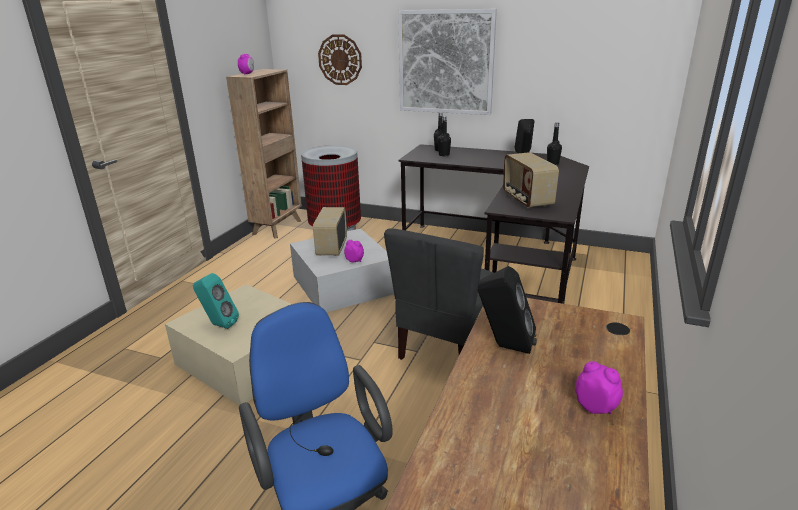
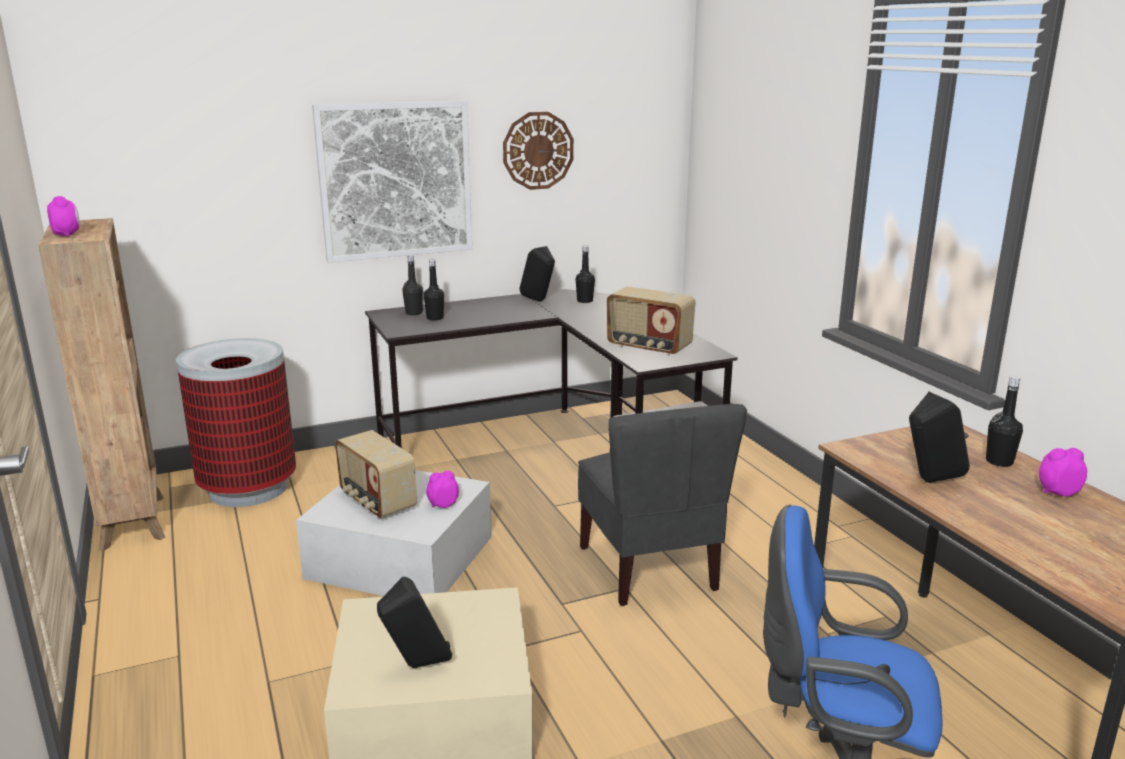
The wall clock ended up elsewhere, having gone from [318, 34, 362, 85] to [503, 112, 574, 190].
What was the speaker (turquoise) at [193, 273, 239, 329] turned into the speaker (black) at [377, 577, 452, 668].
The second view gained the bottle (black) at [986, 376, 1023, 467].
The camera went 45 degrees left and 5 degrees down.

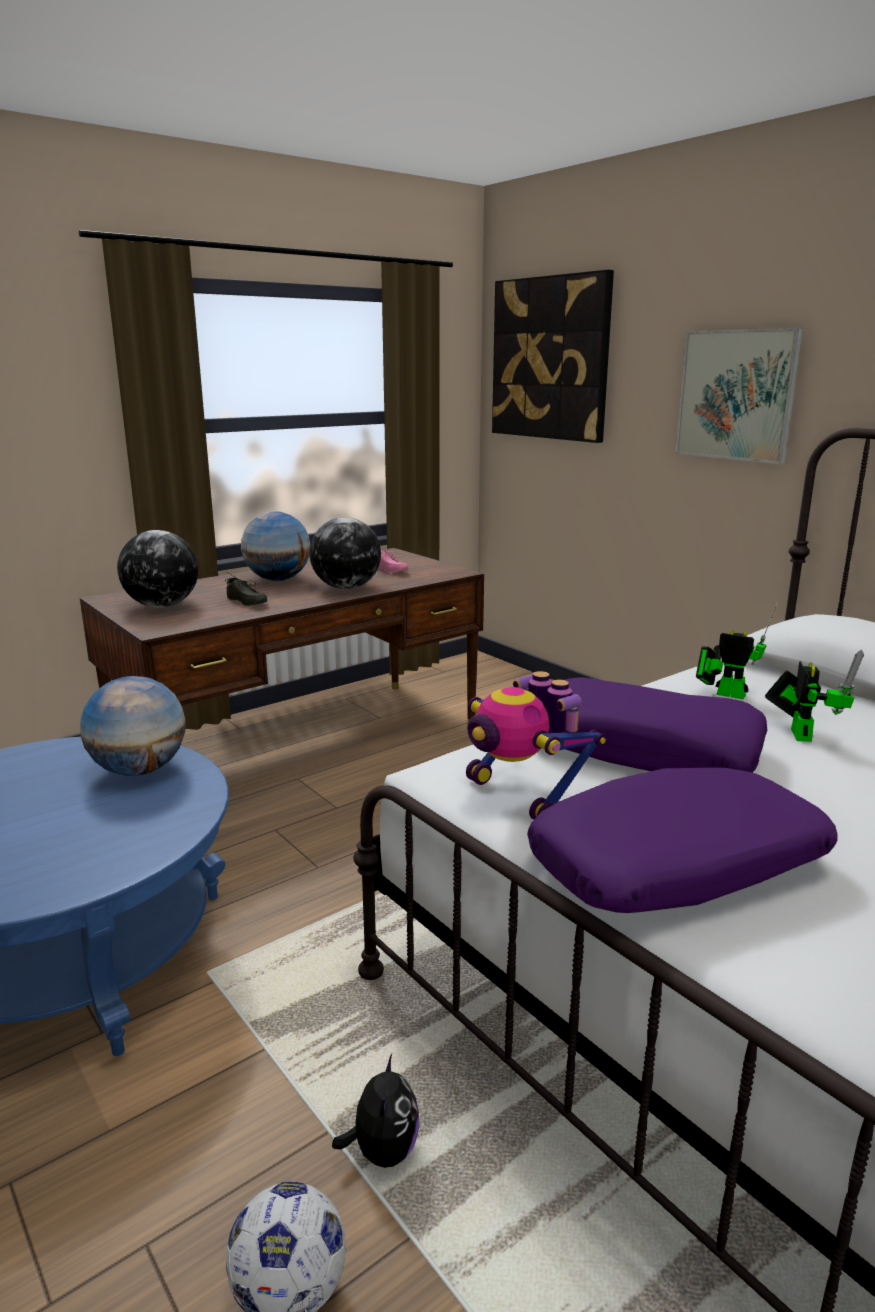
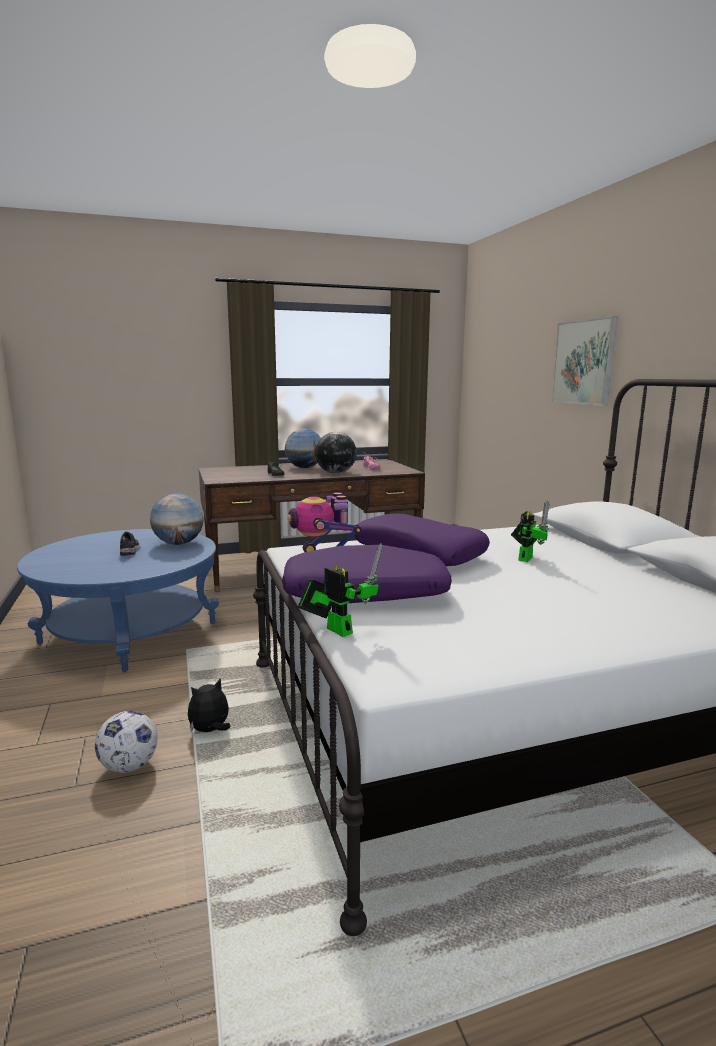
The second view lost the picture at [492, 270, 614, 443].
The second view lost the globe at [117, 530, 198, 607].
The toy robot ended up elsewhere, having gone from [696, 603, 778, 699] to [298, 543, 382, 637].
The plush toy at [332, 1054, 420, 1168] ended up facing another way, 150 degrees counterclockwise from before.
The second view gained the shoe at [120, 532, 140, 556].
The camera went 20 degrees right and 5 degrees down.

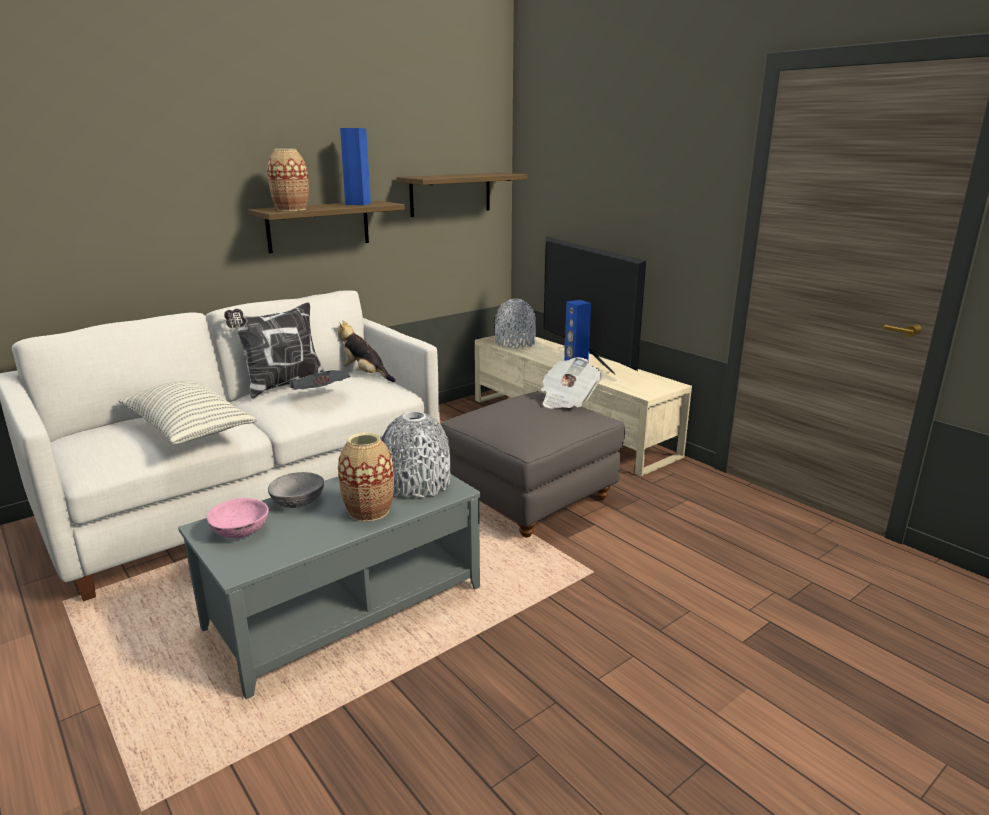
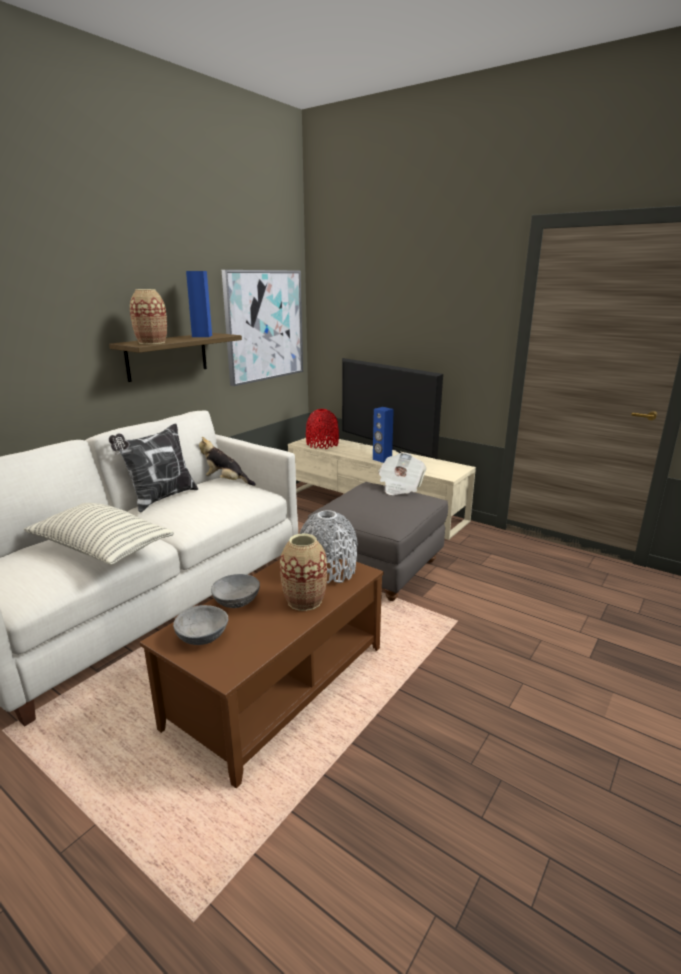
Where the shelf hung at [396, 173, 528, 217], the picture came to hang at [222, 270, 303, 386].
What was the vase (grey) at [495, 299, 536, 349] turned into the vase (red) at [306, 409, 339, 449].
The second view lost the newspaper at [289, 370, 350, 390].
What was the coffee table (grey) at [178, 464, 481, 699] turned into the coffee table (brown) at [140, 558, 383, 788].
What was the bowl (pink) at [206, 498, 269, 538] turned into the bowl (grey) at [173, 605, 228, 645].
The camera went 15 degrees left and 0 degrees up.

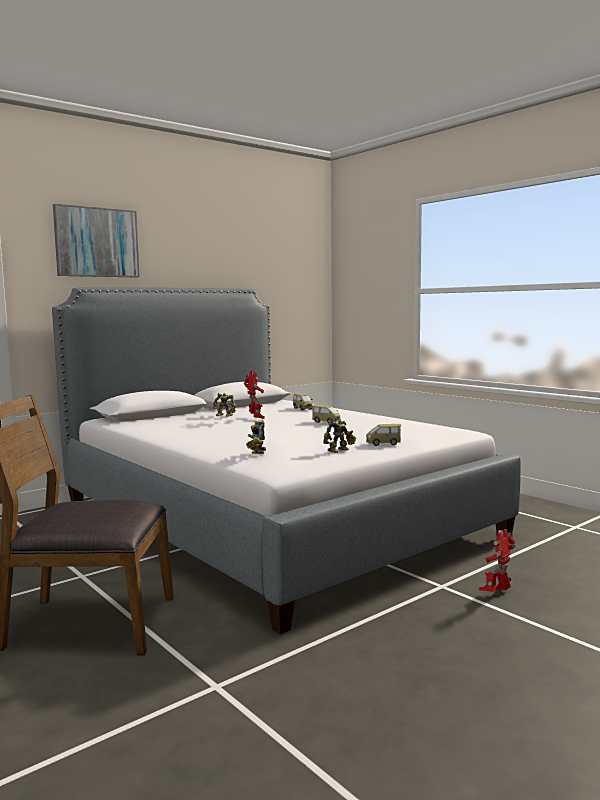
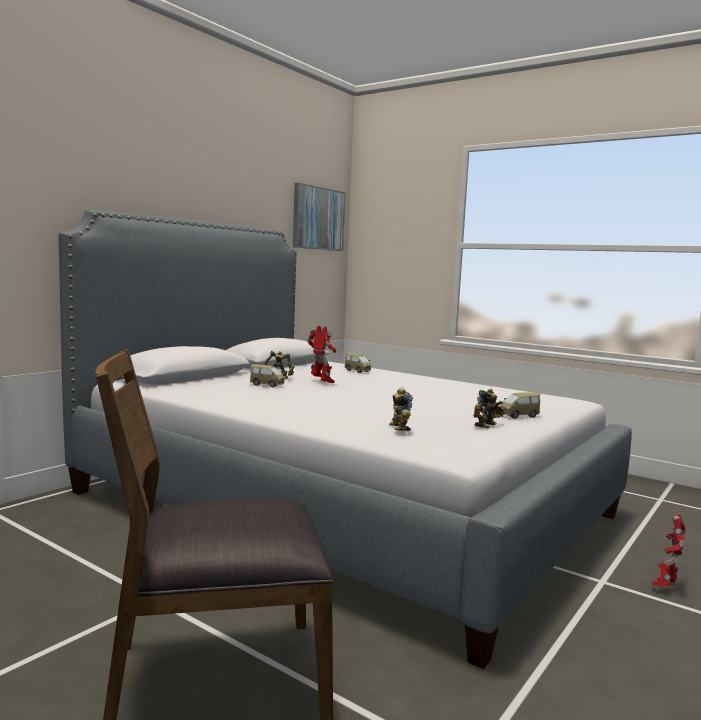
The picture ended up elsewhere, having gone from [53, 204, 140, 278] to [293, 183, 345, 251].
The toy car ended up elsewhere, having gone from [312, 405, 341, 423] to [250, 364, 285, 387].
The camera went 15 degrees left and 0 degrees up.

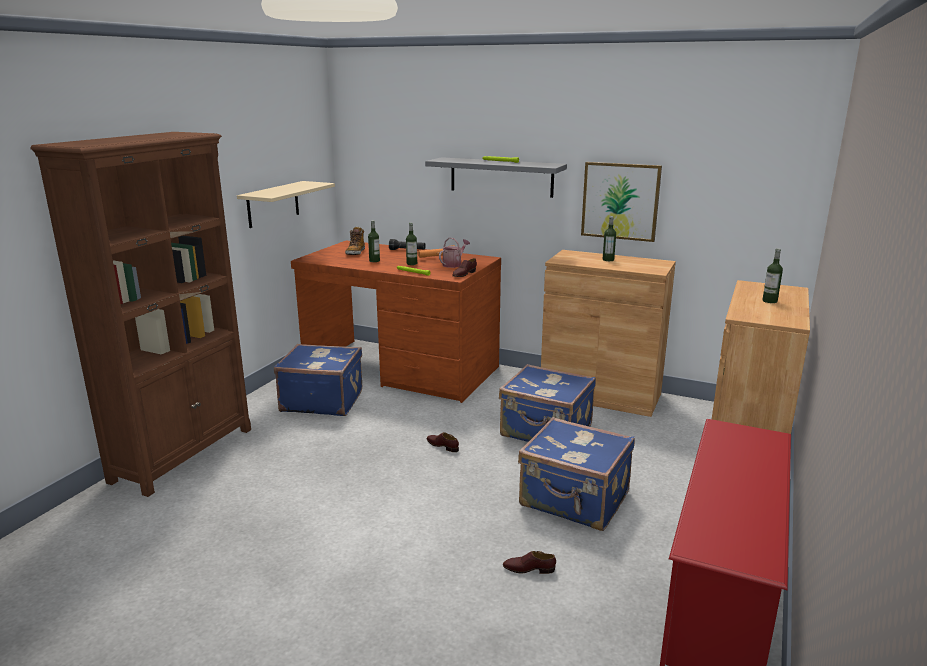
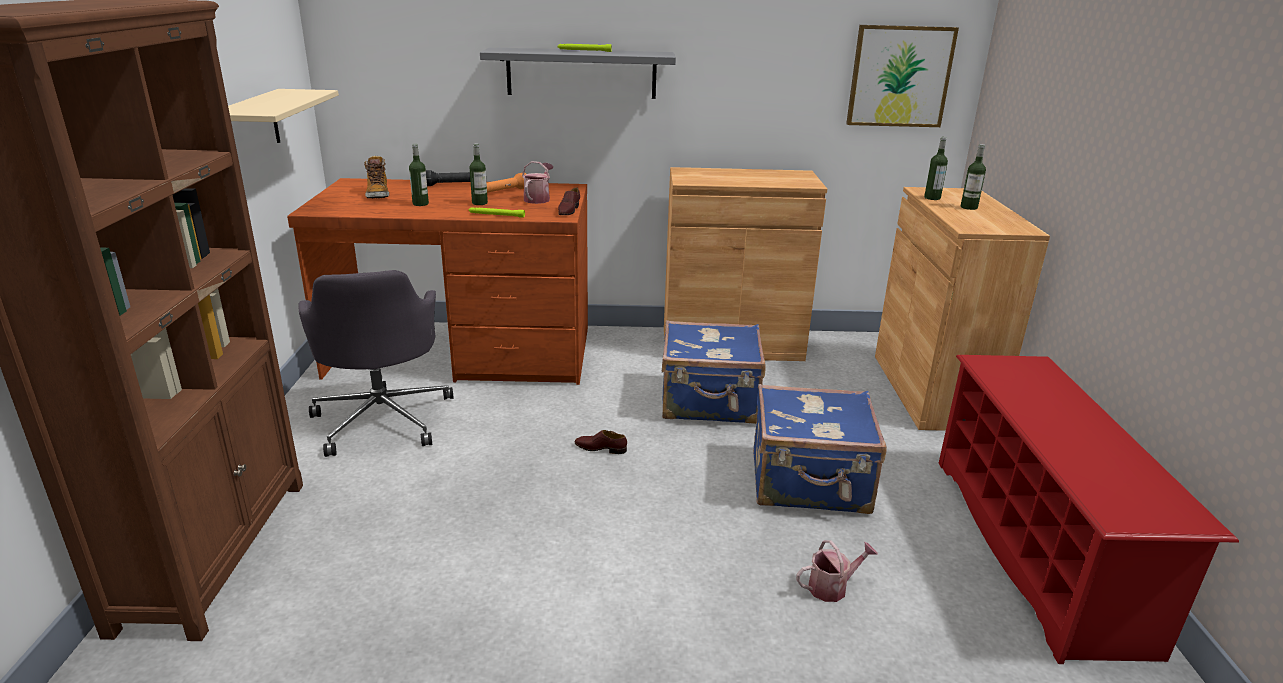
The picture ended up elsewhere, having gone from [581, 162, 662, 242] to [846, 25, 959, 127].
The bottle ended up elsewhere, having gone from [603, 216, 616, 261] to [924, 137, 948, 200].
Where the suitcase (blue) stood at [274, 344, 362, 416], the office chair (grey) came to stand at [298, 270, 453, 457].
Where the shoe (brown) stood at [503, 551, 556, 574], the watering can came to stand at [796, 540, 878, 602].
The camera went 25 degrees left and 5 degrees up.

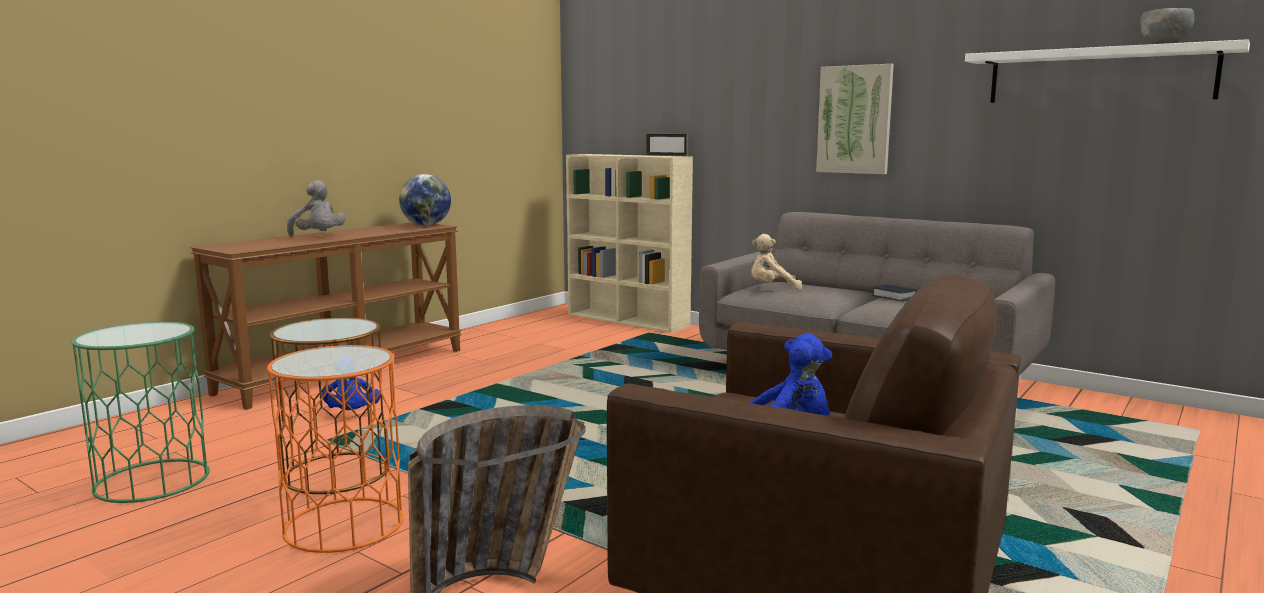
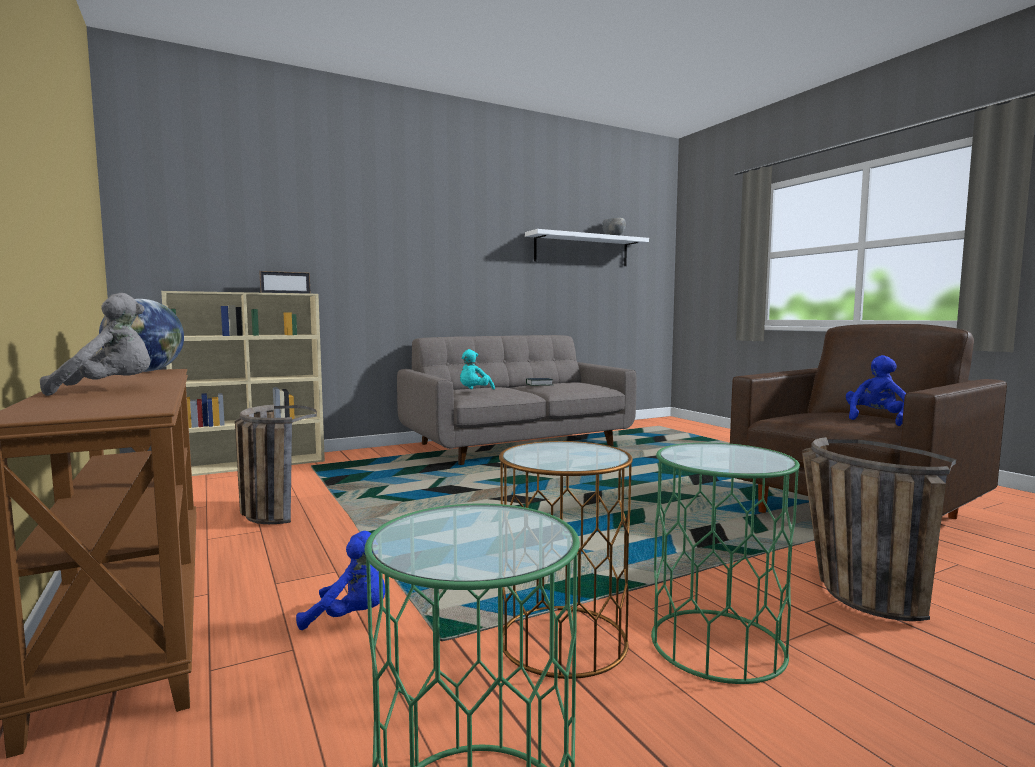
The second view lost the picture at [816, 64, 894, 174].
What was the plush toy (beige) at [751, 234, 802, 290] turned into the plush toy (turquoise) at [460, 349, 495, 389].
What was the side table (orange) at [267, 345, 404, 553] turned into the side table (green) at [651, 443, 800, 684].
The second view gained the basket at [235, 405, 317, 524].
The camera went 65 degrees left and 5 degrees down.

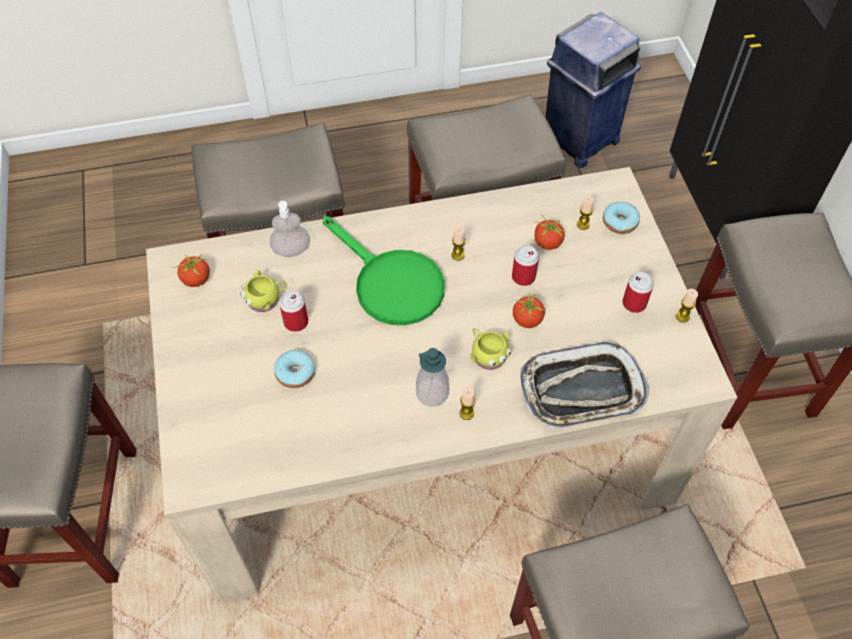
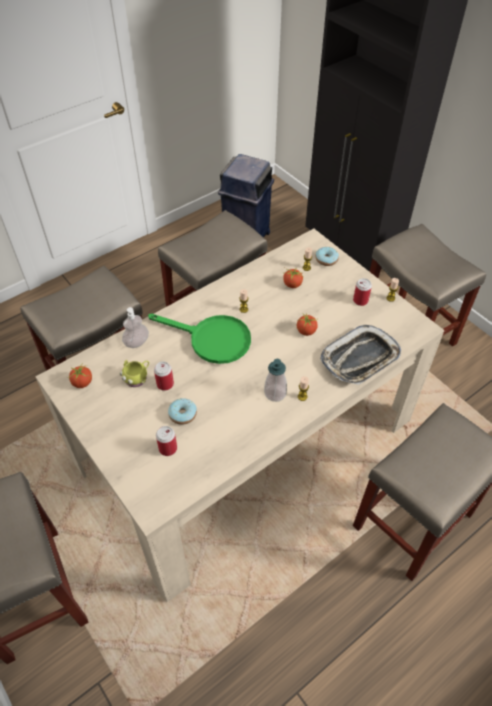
The can ended up elsewhere, having gone from [512, 245, 539, 286] to [156, 426, 177, 456].
The second view lost the mug (yellow) at [471, 328, 511, 370].
The camera went 25 degrees left and 5 degrees down.

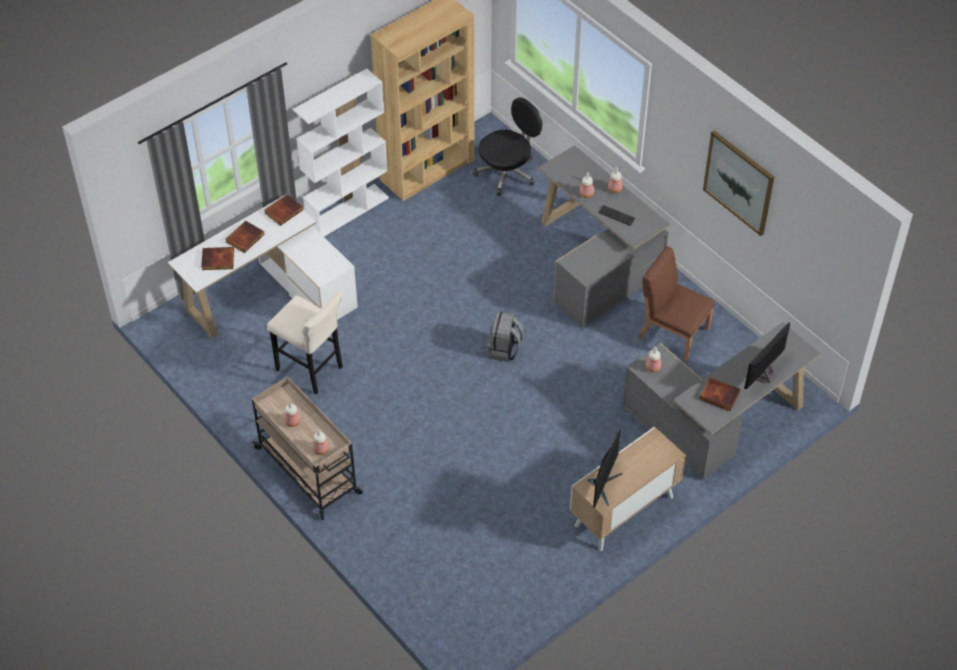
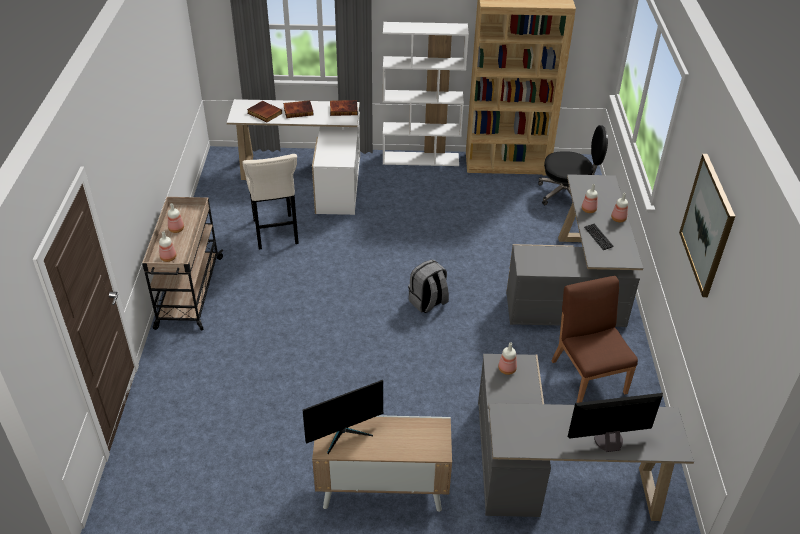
The second view lost the book at [700, 377, 741, 411].
The camera went 40 degrees right and 10 degrees down.

